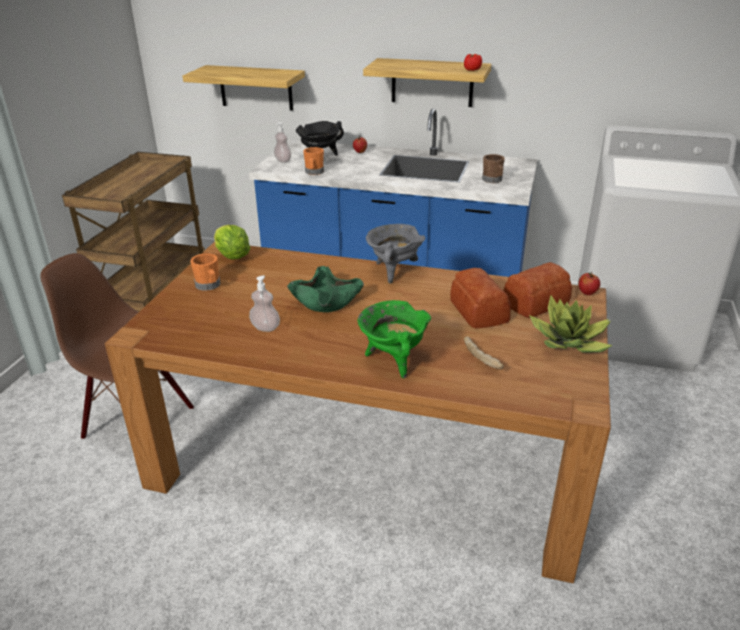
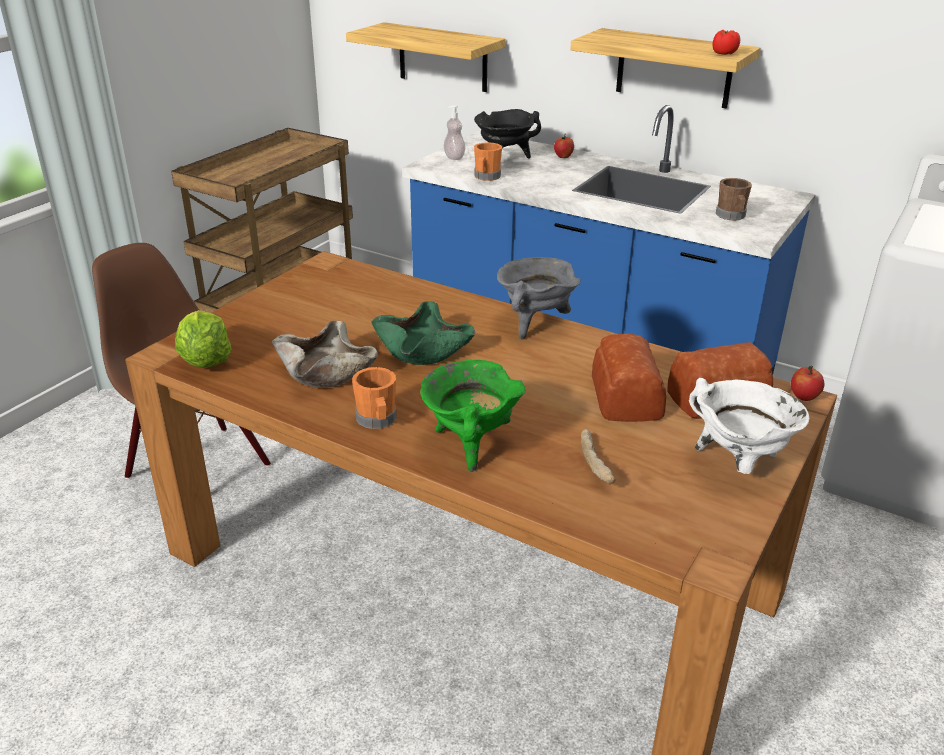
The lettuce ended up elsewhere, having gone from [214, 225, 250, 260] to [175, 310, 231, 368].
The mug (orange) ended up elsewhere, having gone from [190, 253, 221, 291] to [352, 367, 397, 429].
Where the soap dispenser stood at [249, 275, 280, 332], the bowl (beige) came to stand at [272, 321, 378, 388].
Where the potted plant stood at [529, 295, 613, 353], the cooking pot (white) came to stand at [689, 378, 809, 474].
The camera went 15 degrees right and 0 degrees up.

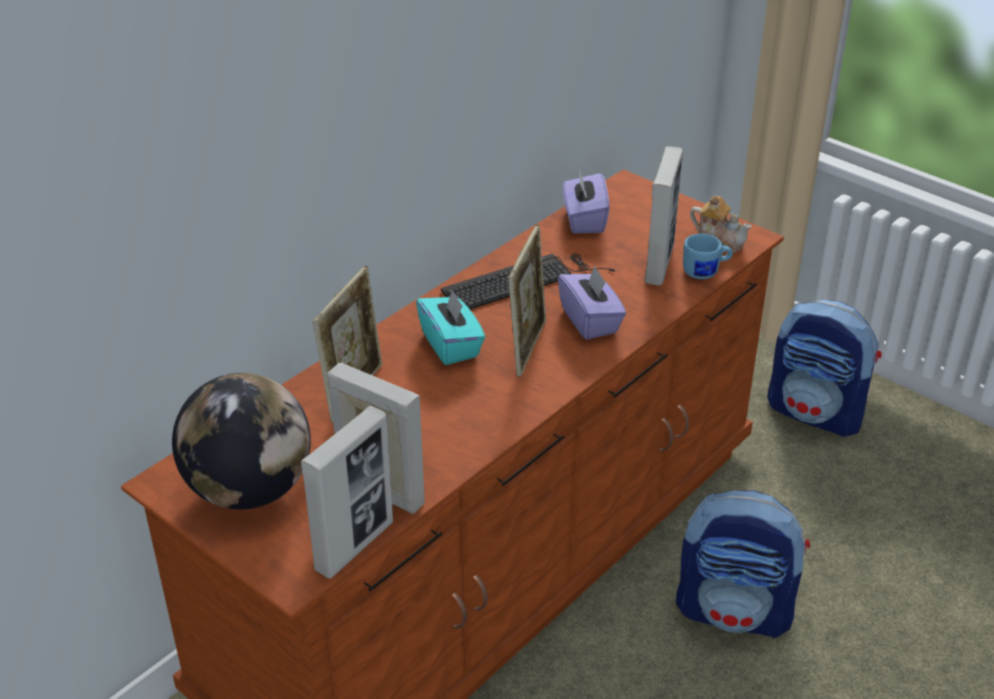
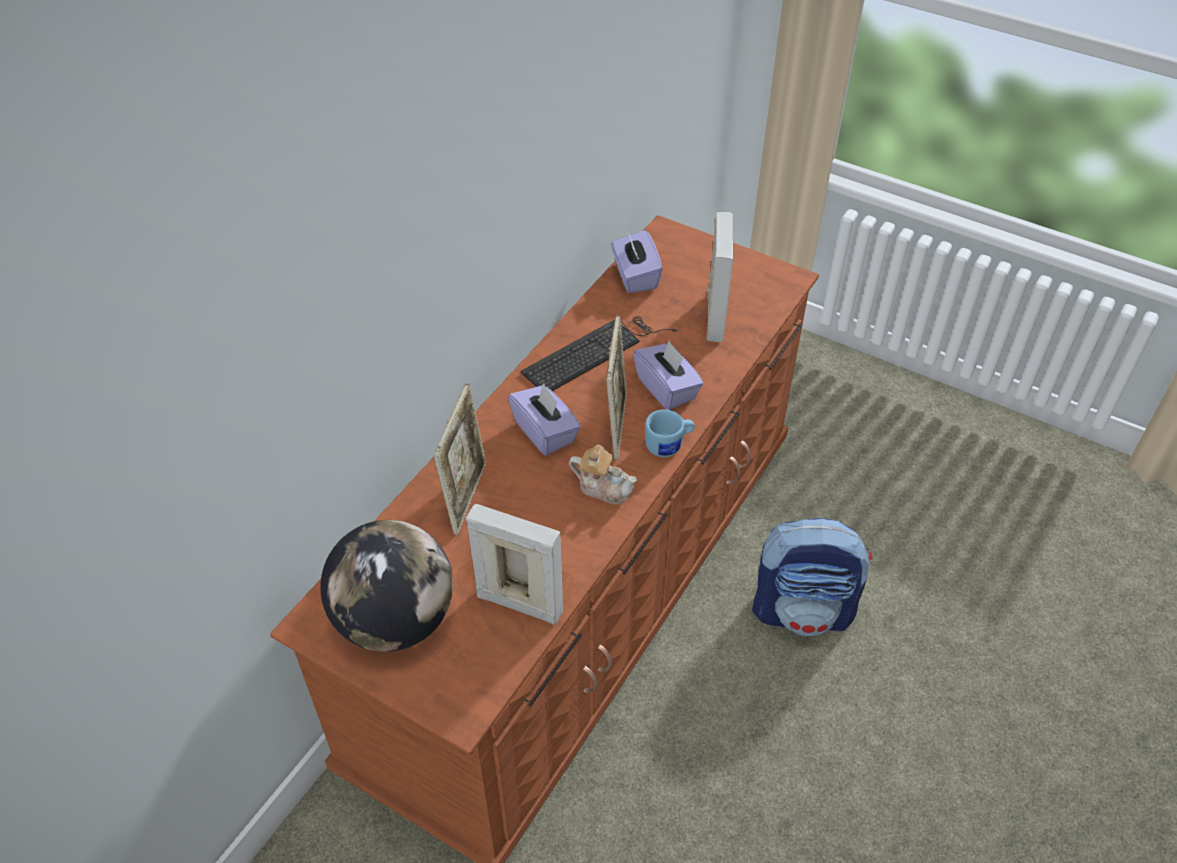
The teapot ended up elsewhere, having gone from [690, 195, 752, 252] to [569, 445, 637, 504].
The mug (blue) ended up elsewhere, having gone from [683, 234, 733, 279] to [645, 409, 695, 457].
What was the tissue box (turquoise) at [416, 289, 485, 365] turned into the tissue box (purple) at [508, 383, 581, 456].
The second view lost the backpack at [767, 300, 882, 437].
The second view lost the picture frame at [301, 406, 393, 579].
The camera went 10 degrees left and 10 degrees up.

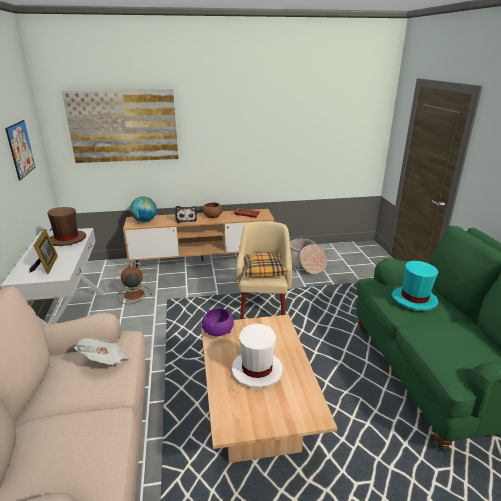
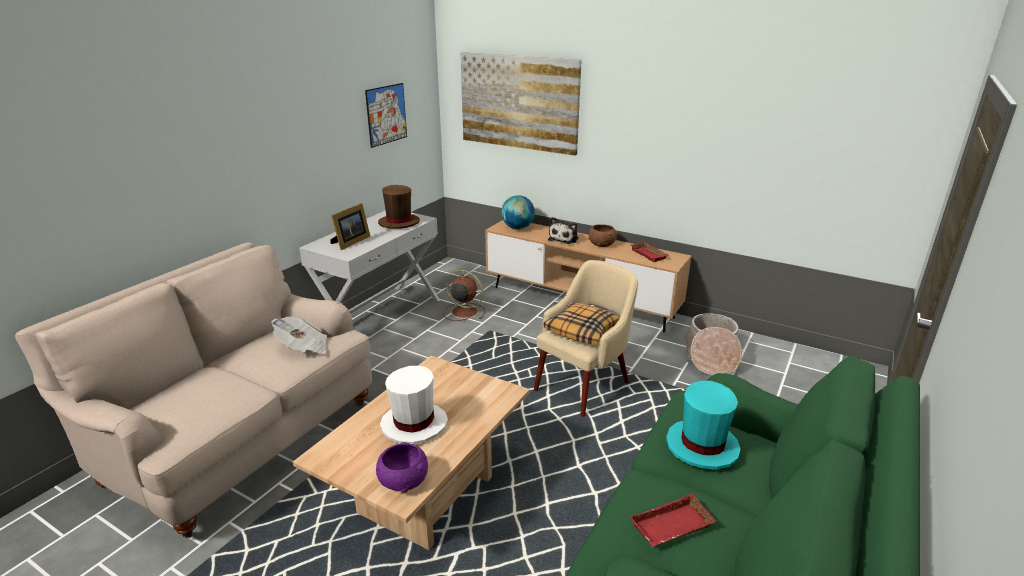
The bowl (purple) ended up elsewhere, having gone from [201, 308, 234, 337] to [376, 442, 428, 493].
The second view gained the tray (red) at [630, 493, 716, 547].
The camera went 40 degrees right and 0 degrees up.

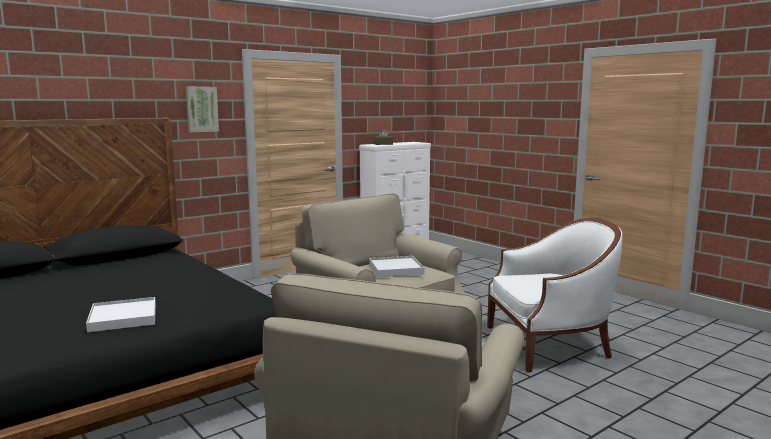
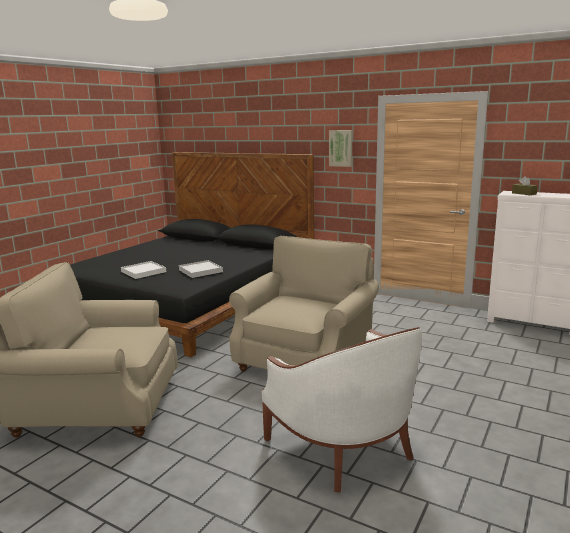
The tray (white) ended up elsewhere, having gone from [369, 256, 425, 277] to [179, 260, 223, 278].
The camera went 70 degrees right and 5 degrees up.

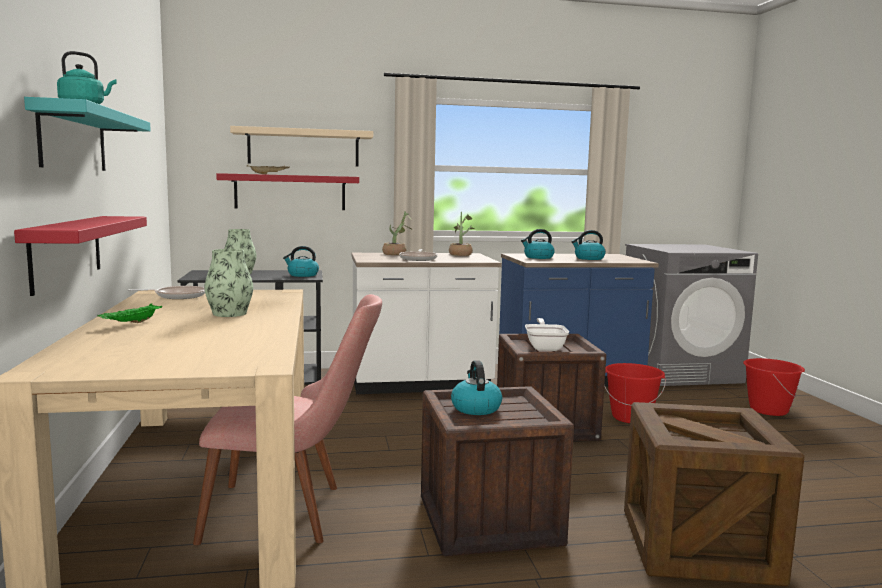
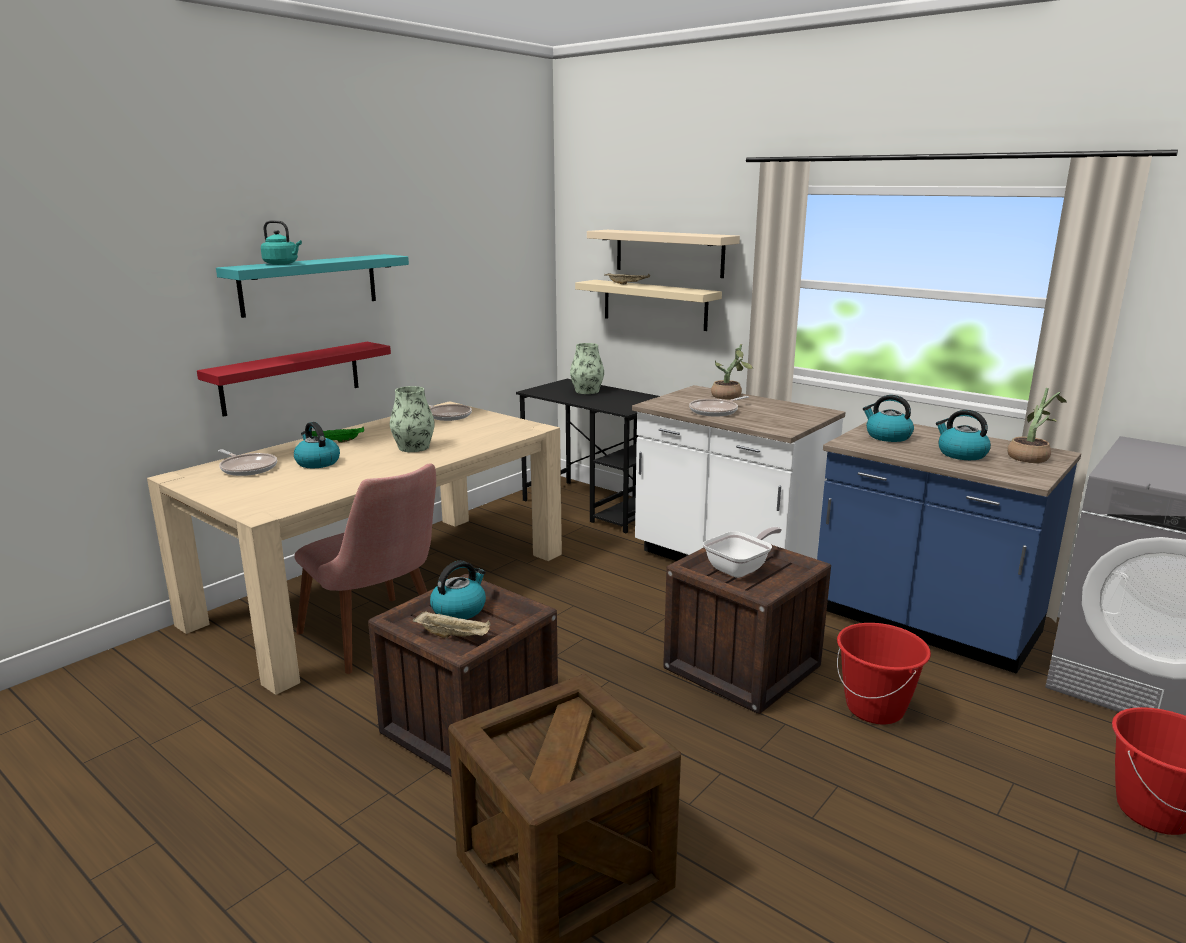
What was the shelf (red) at [216, 173, 359, 210] turned into the shelf (beige) at [575, 280, 722, 331].
The potted plant ended up elsewhere, having gone from [449, 212, 475, 256] to [1007, 388, 1067, 463].
The kettle ended up elsewhere, having gone from [283, 246, 319, 277] to [294, 422, 340, 468].
The second view gained the frying pan at [218, 449, 277, 476].
The second view gained the tray (beige) at [413, 610, 491, 638].
The camera went 50 degrees right and 10 degrees up.

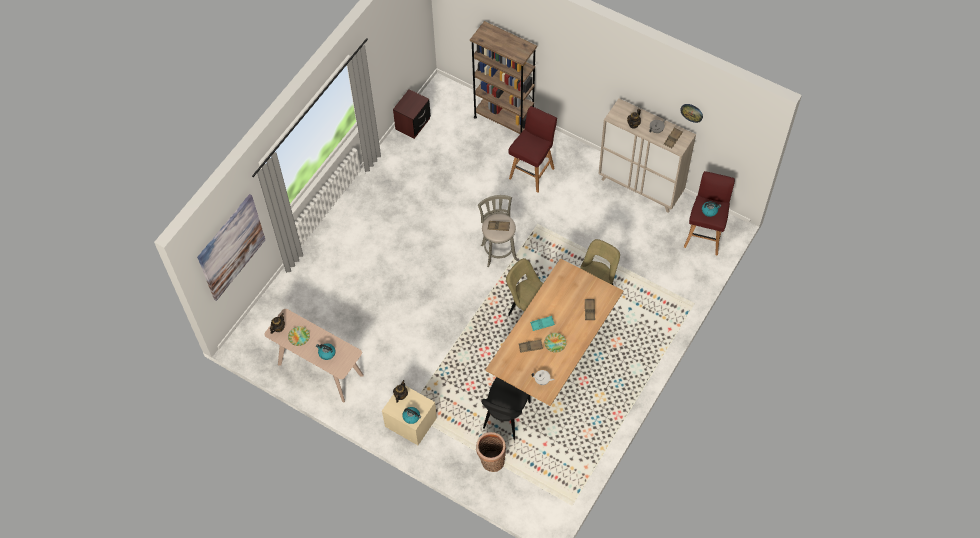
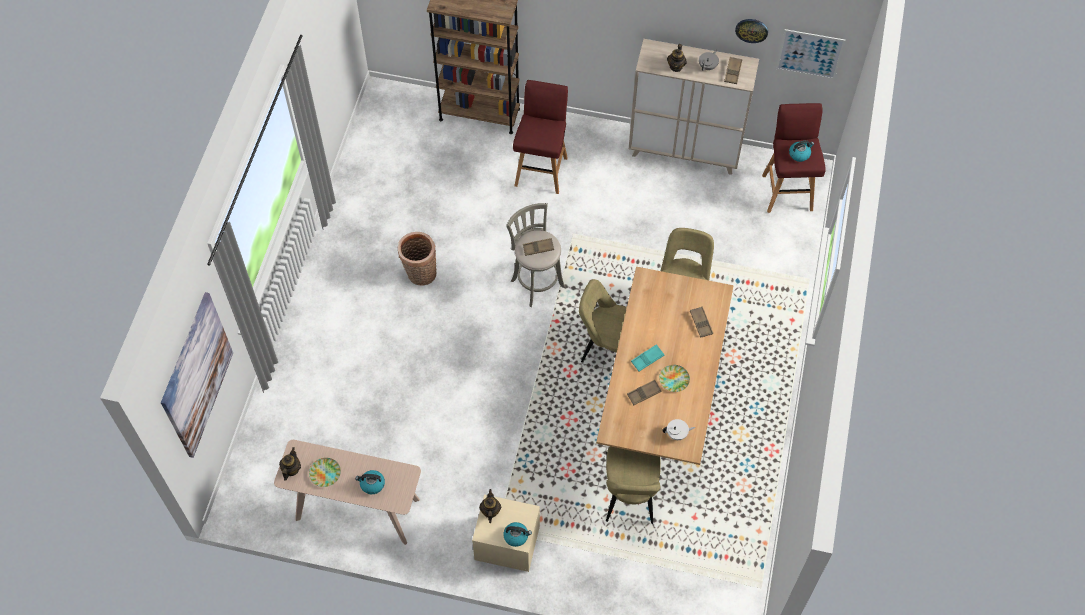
The second view lost the nightstand (brown) at [393, 89, 431, 139].
What was the chair (black) at [482, 377, 531, 440] turned into the chair (beige) at [606, 446, 661, 524].
The basket ended up elsewhere, having gone from [476, 432, 506, 472] to [398, 232, 437, 285].
The second view gained the picture at [776, 29, 845, 79].
The camera went 20 degrees left and 0 degrees up.

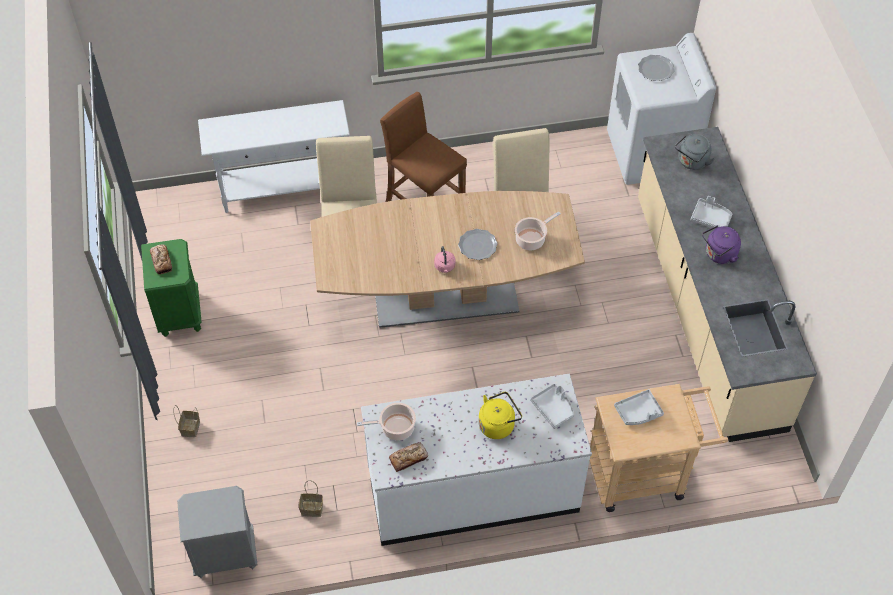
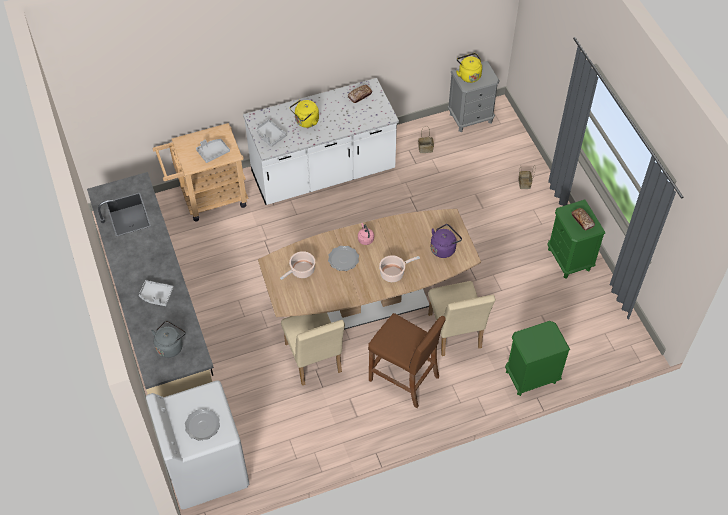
Where the console table (white) stood at [198, 100, 350, 213], the nightstand (green) came to stand at [505, 321, 570, 396].
The kettle (purple) ended up elsewhere, having gone from [702, 225, 741, 264] to [431, 224, 462, 258].
The cooking pot ended up elsewhere, having gone from [357, 403, 416, 441] to [379, 255, 420, 282].
The second view gained the kettle (yellow) at [456, 53, 482, 83].
The camera went 170 degrees right and 0 degrees up.

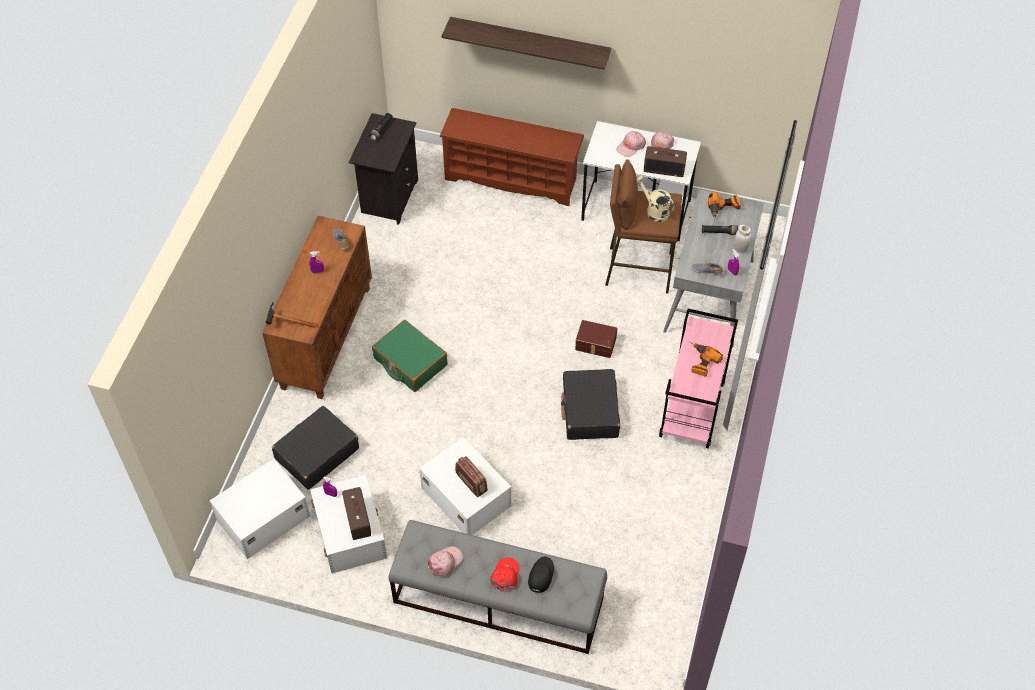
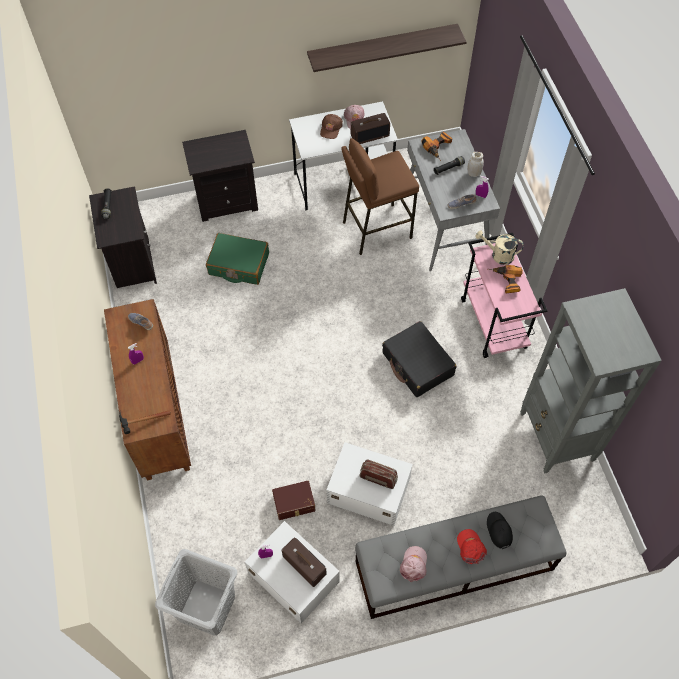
The shelf ended up elsewhere, having gone from [442, 17, 612, 70] to [307, 24, 467, 72].
Where the shoe rack (brown) stood at [440, 108, 584, 206], the nightstand (black) came to stand at [182, 130, 258, 222].
What was the cap (pink) at [616, 131, 646, 157] turned into the cap (brown) at [320, 114, 343, 139].
The watering can (beige) ended up elsewhere, having gone from [637, 176, 675, 222] to [475, 230, 524, 265].
The suitcase (green) ended up elsewhere, having gone from [372, 320, 447, 392] to [206, 233, 269, 285].
The storage box (brown) ended up elsewhere, having gone from [575, 320, 617, 358] to [272, 481, 316, 520].
The second view lost the suitcase (black) at [272, 406, 359, 490].
Where the storage box (white) stood at [210, 459, 310, 559], the laundry basket (grey) came to stand at [155, 549, 237, 636].
The second view gained the bookcase (grey) at [520, 288, 662, 474].
The camera went 30 degrees left and 5 degrees up.

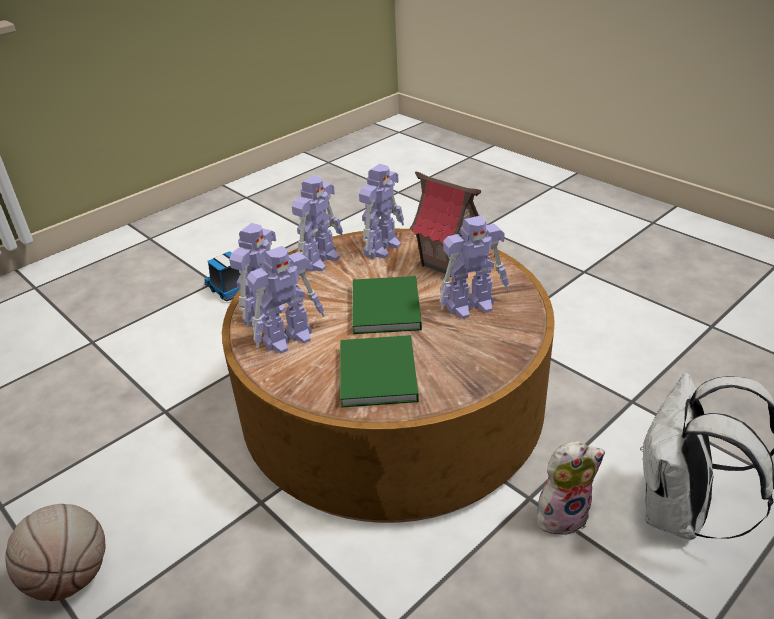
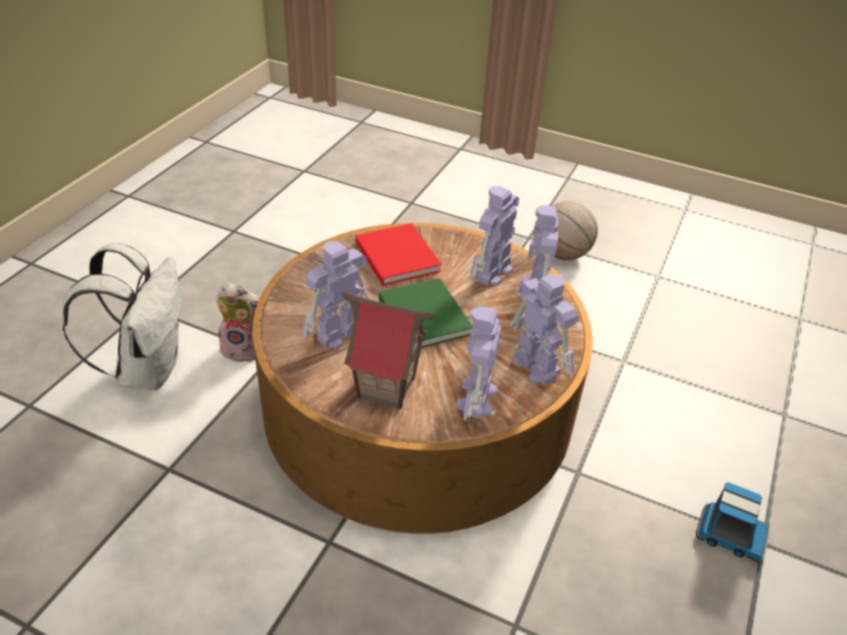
The toy robot at [292, 175, 343, 272] ended up facing another way, 135 degrees clockwise from before.
What was the book (green) at [340, 335, 419, 408] turned into the book (red) at [355, 223, 442, 286].
The plush toy at [537, 441, 605, 537] ended up facing another way, 135 degrees counterclockwise from before.
The camera went 155 degrees right and 5 degrees up.

